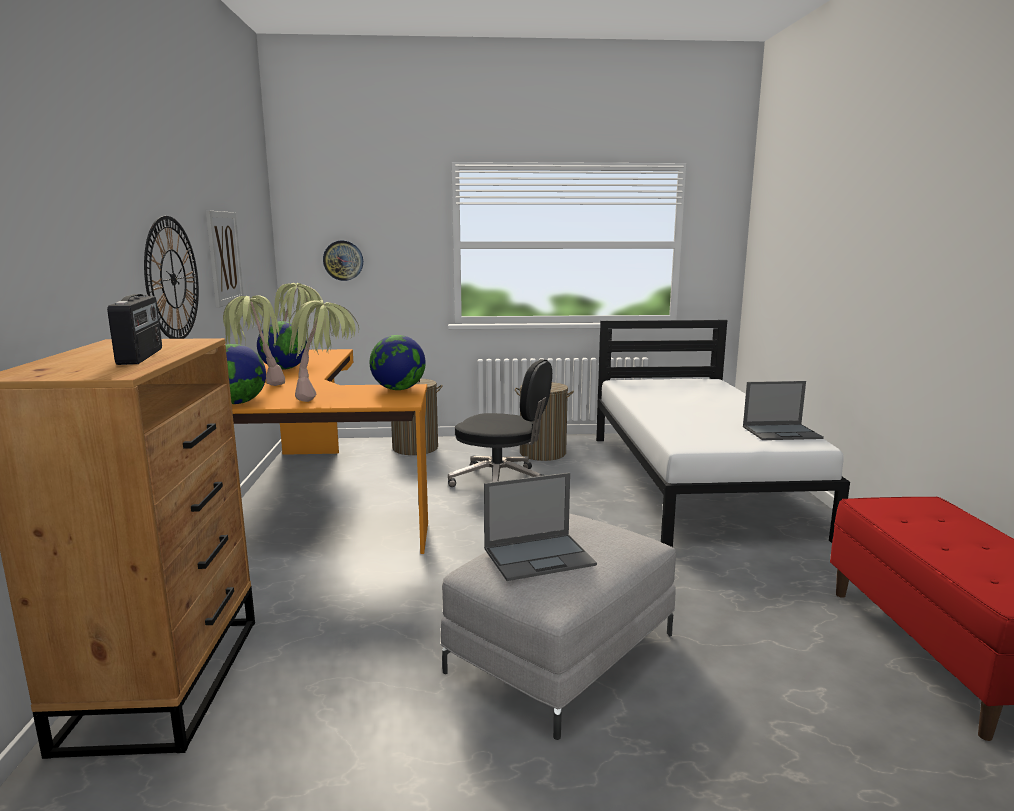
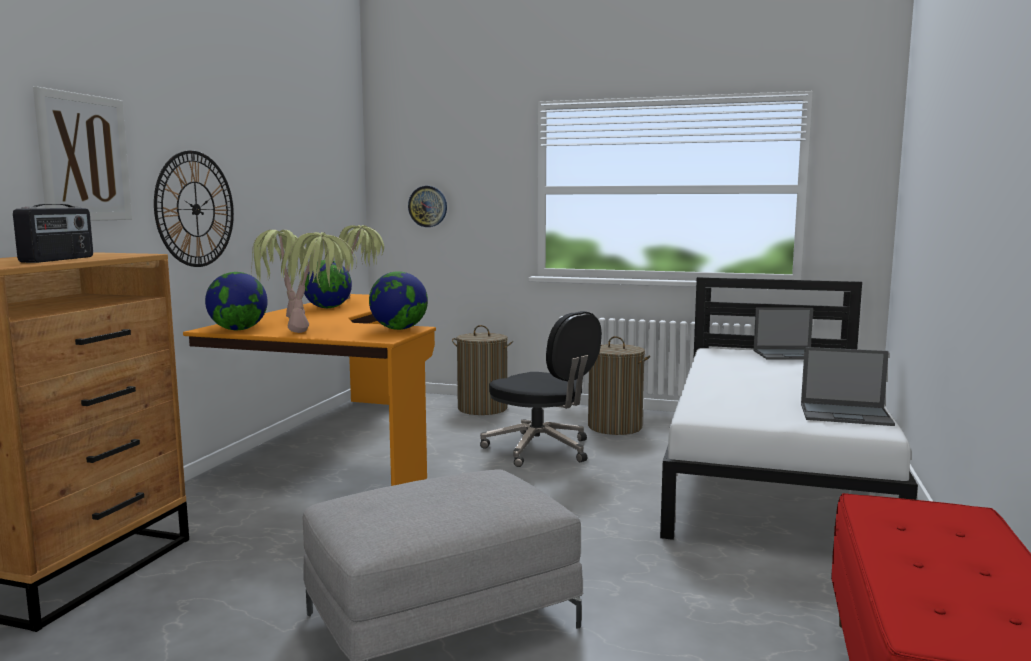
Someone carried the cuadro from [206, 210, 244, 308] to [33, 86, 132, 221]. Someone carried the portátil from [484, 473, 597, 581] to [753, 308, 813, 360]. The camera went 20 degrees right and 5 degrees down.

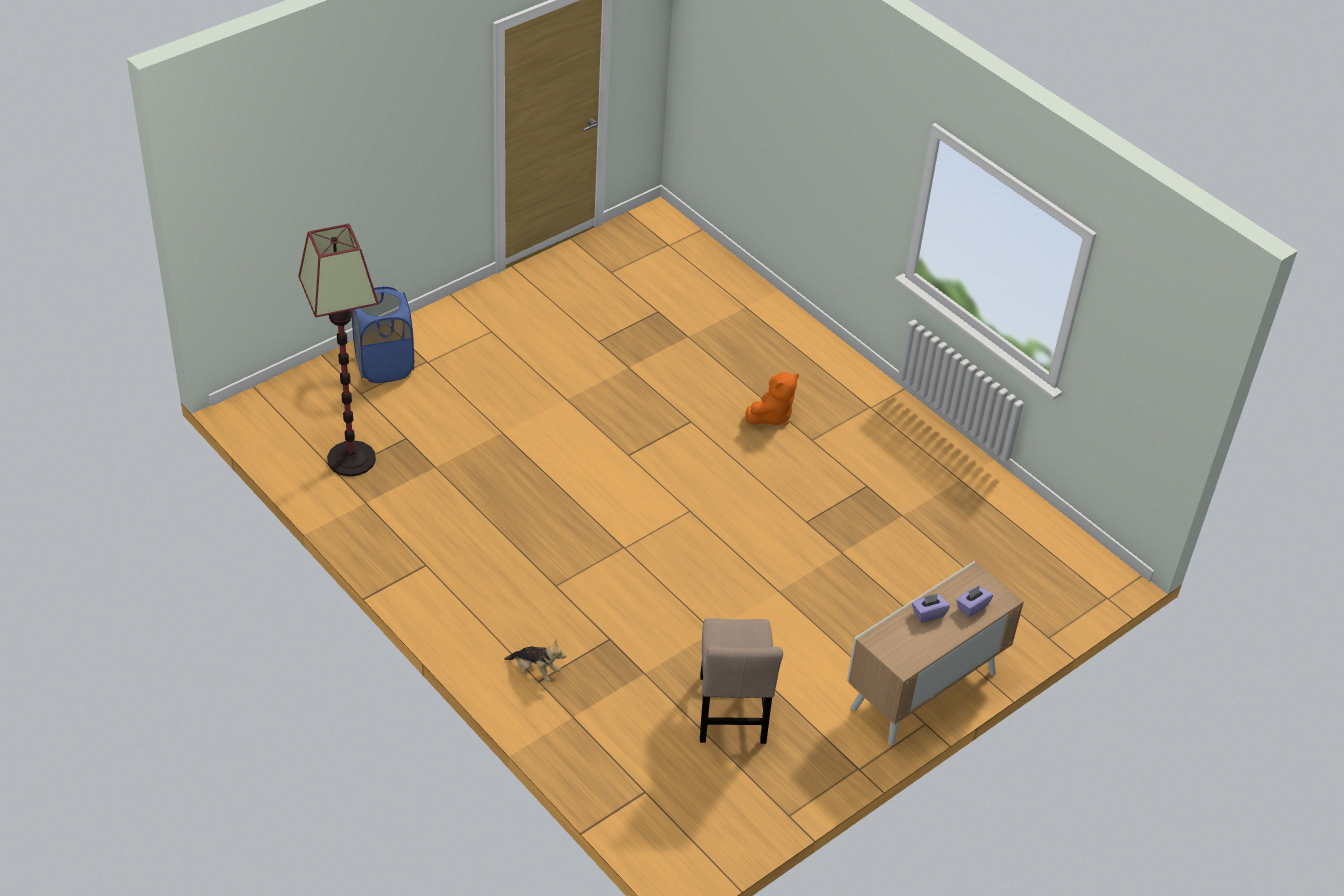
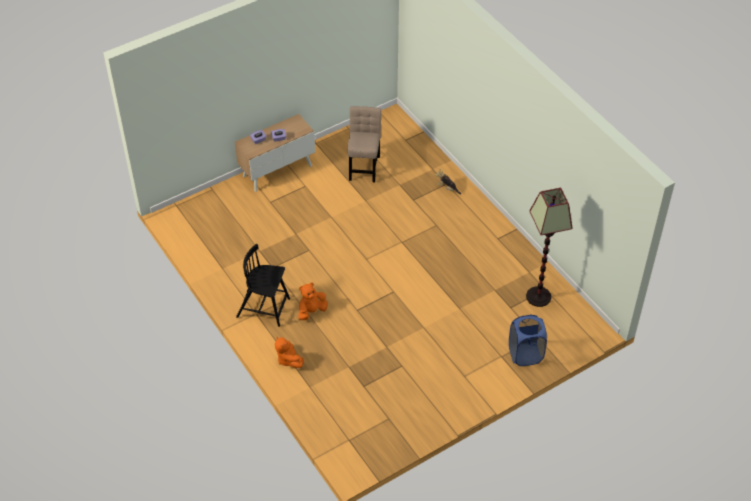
Someone put down the silla (negro) at [236, 244, 290, 327]. Someone put down the peluche (naranja) at [275, 337, 304, 368]. The camera went 170 degrees left and 5 degrees up.

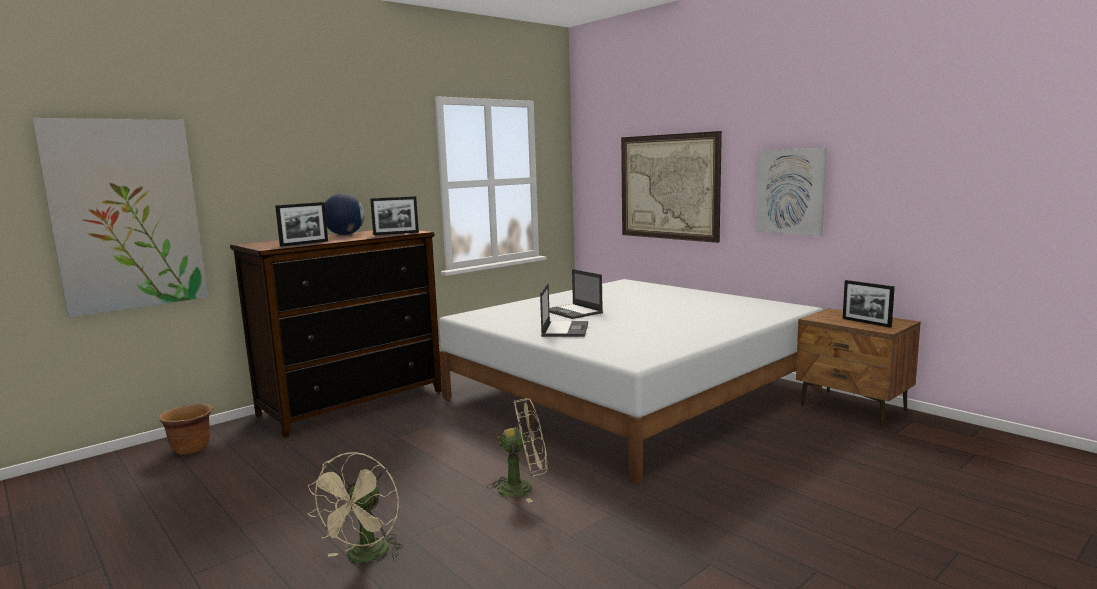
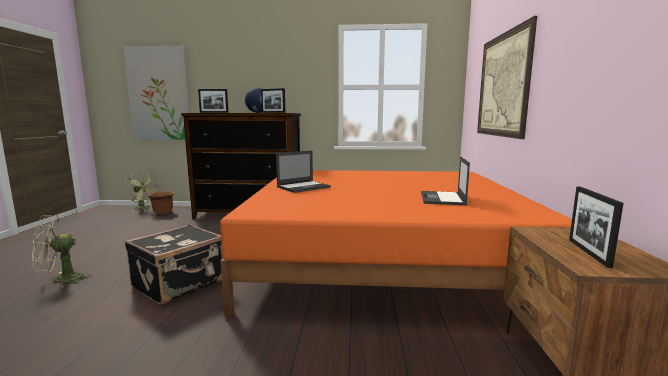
Someone took away the cuadro at [756, 148, 827, 236]. Someone carried the portátil from [549, 269, 603, 319] to [421, 157, 470, 205]. Someone repainted the cama (blanco) at [439, 279, 823, 483], which became the cama (naranja) at [220, 170, 572, 317]. Someone swapped the ventilador (beis) at [487, 398, 547, 503] for the maleta (negro) at [125, 224, 223, 305]. Someone put down the ventilador (verde) at [125, 172, 160, 212]. The camera went 45 degrees right and 0 degrees up.

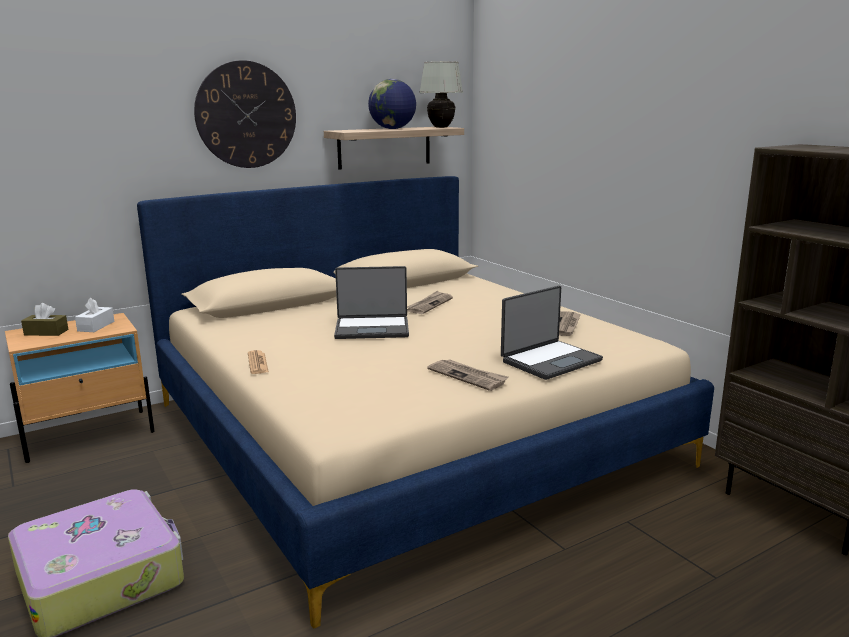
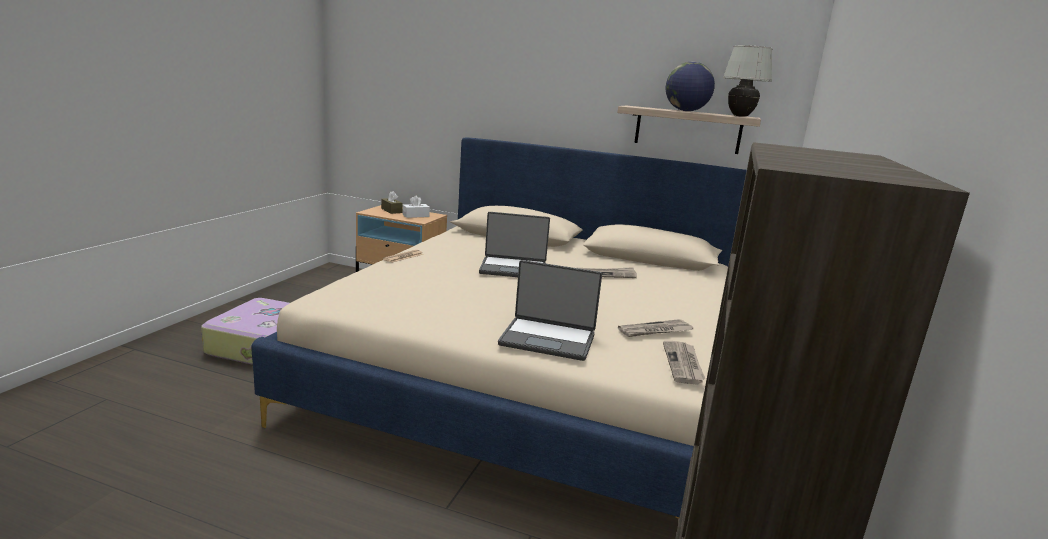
Someone took away the reloj de pared at [194, 60, 296, 168]. Someone rotated the portátil at [334, 266, 409, 339] by 45 degrees counterclockwise. Someone carried the periódico from [427, 359, 508, 391] to [663, 341, 705, 385]. The camera went 50 degrees right and 0 degrees up.

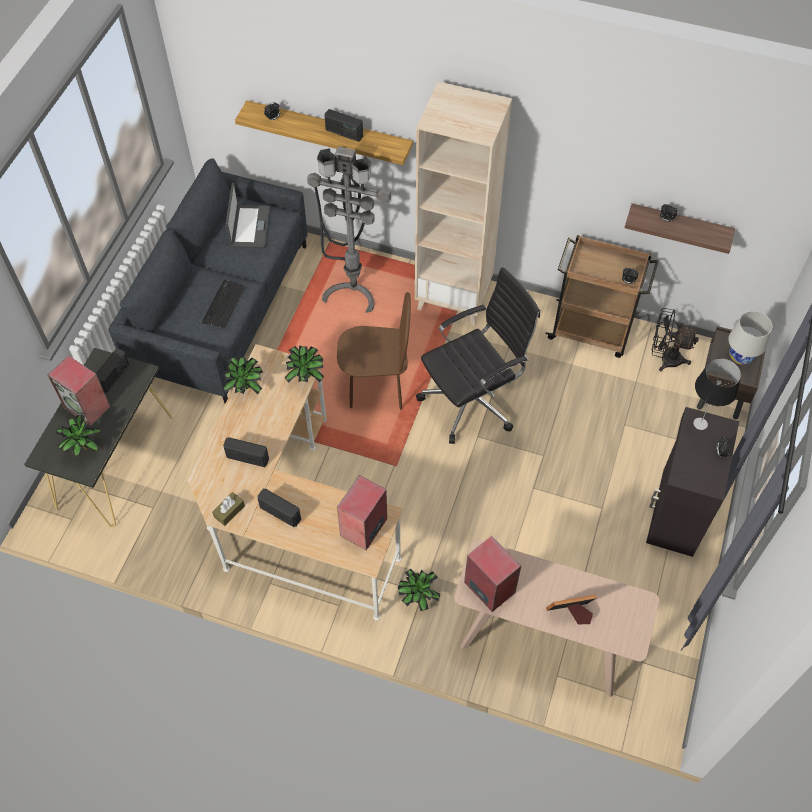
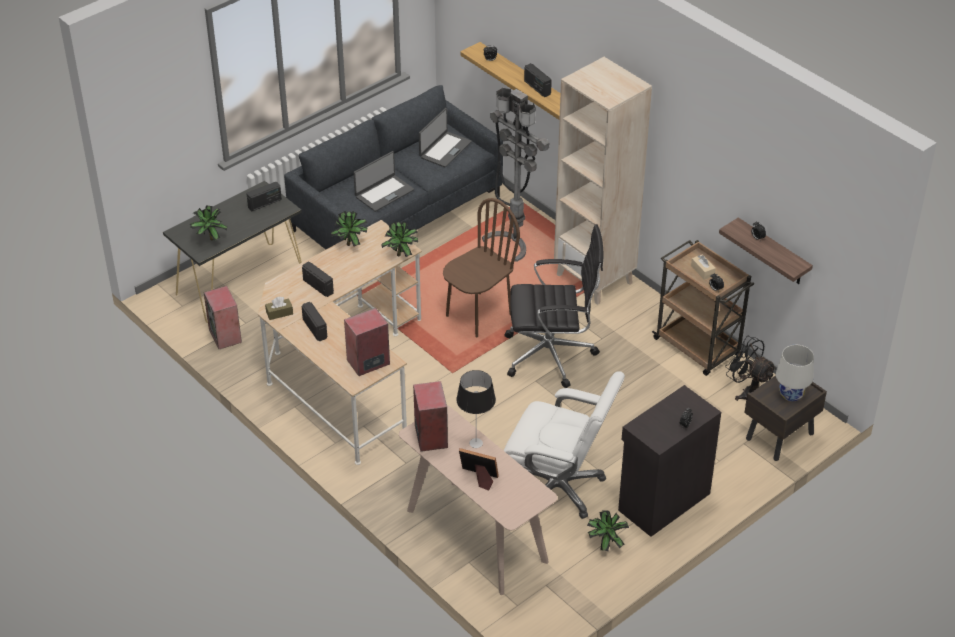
Someone swapped the teclado at [202, 280, 245, 328] for the portátil at [353, 151, 414, 212]. Someone rotated the silla (marrón) at [337, 292, 411, 410] by 75 degrees counterclockwise. Someone carried the altavoz from [48, 355, 110, 426] to [204, 286, 242, 349]. Someone carried the lámpara de mesa from [693, 358, 741, 430] to [456, 370, 496, 448]. Someone carried the planta en maceta from [398, 569, 440, 611] to [587, 510, 629, 551]. Someone put down the caja de pañuelos (beis) at [691, 254, 716, 280]. Someone put down the silla de oficina (blanco) at [503, 371, 625, 519]. The camera went 30 degrees right and 15 degrees down.

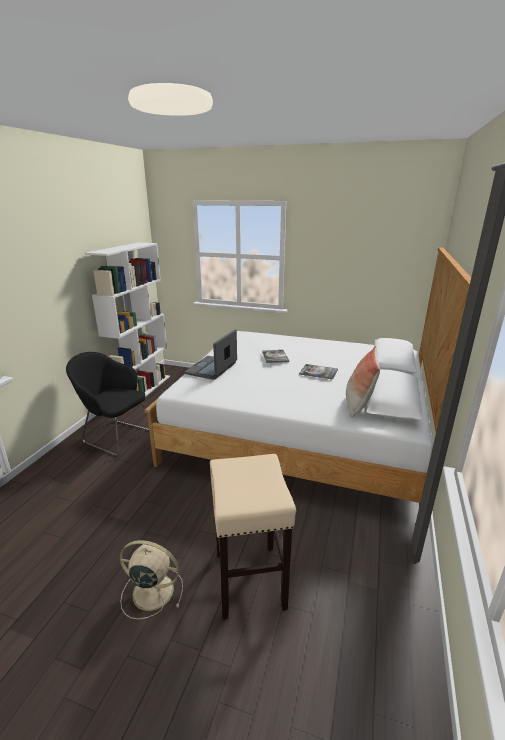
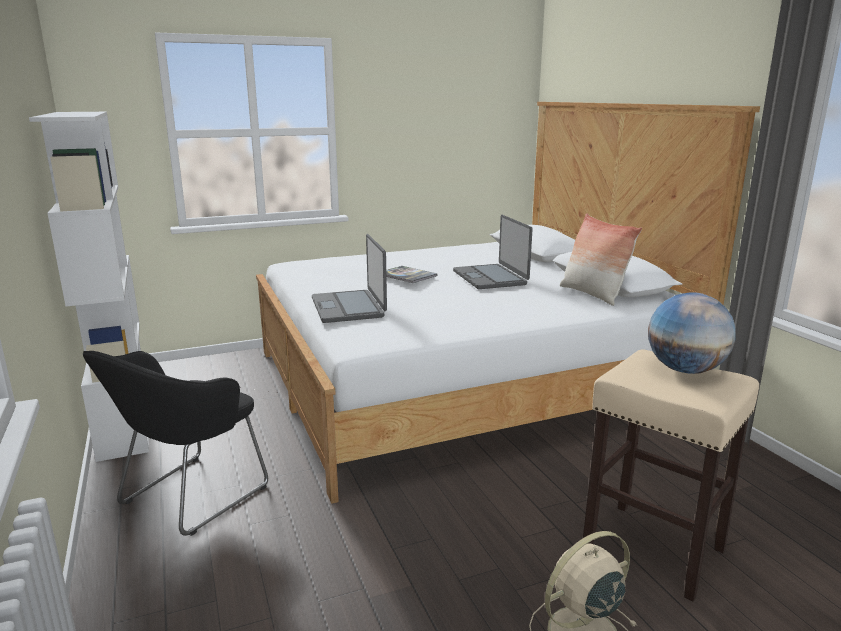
Someone rotated the sillón (negro) at [66, 352, 149, 457] by 45 degrees counterclockwise. Someone swapped the libro at [299, 364, 338, 380] for the portátil at [453, 215, 533, 289]. Someone put down the globo terráqueo at [648, 292, 736, 374]. The camera went 40 degrees left and 5 degrees down.

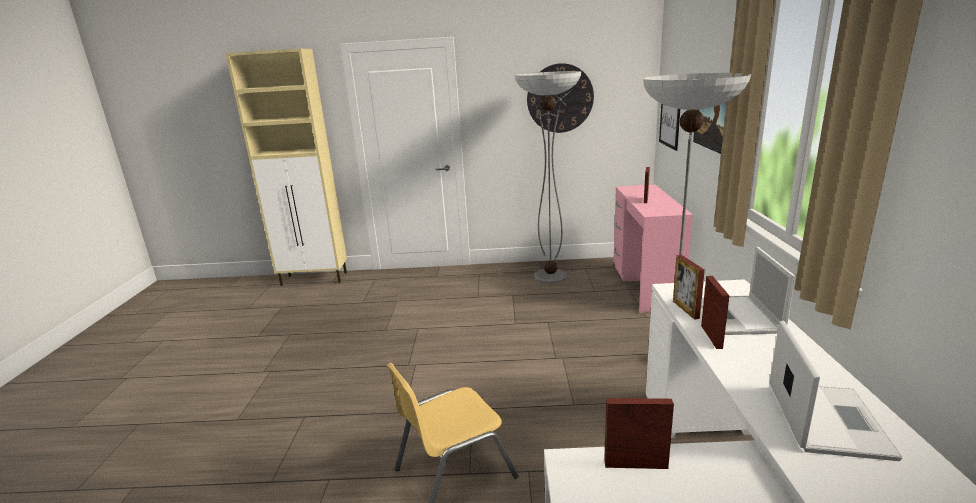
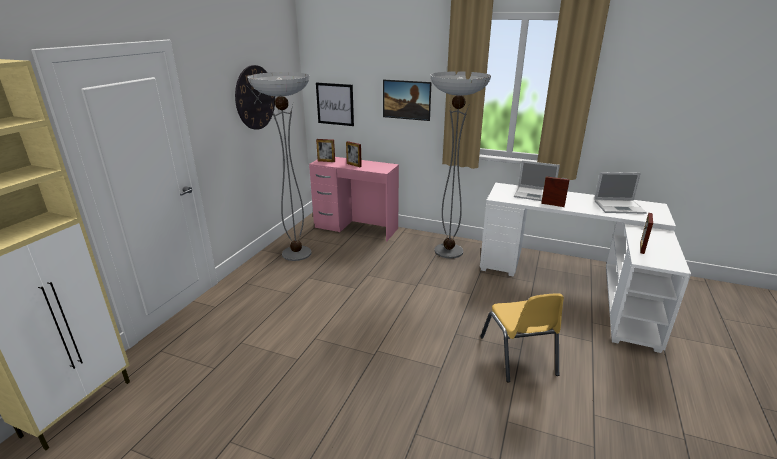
Someone carried the portarretratos from [673, 255, 705, 320] to [316, 139, 335, 162]. Someone rotated the portátil at [769, 321, 903, 461] by 150 degrees clockwise. The camera went 70 degrees left and 5 degrees up.

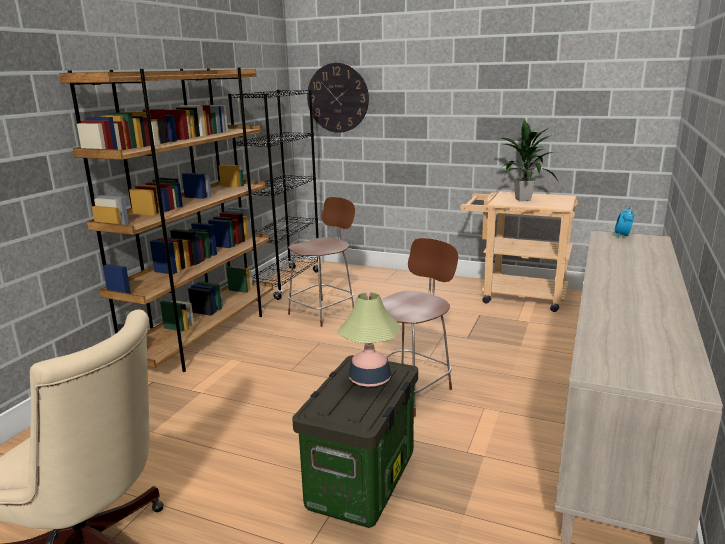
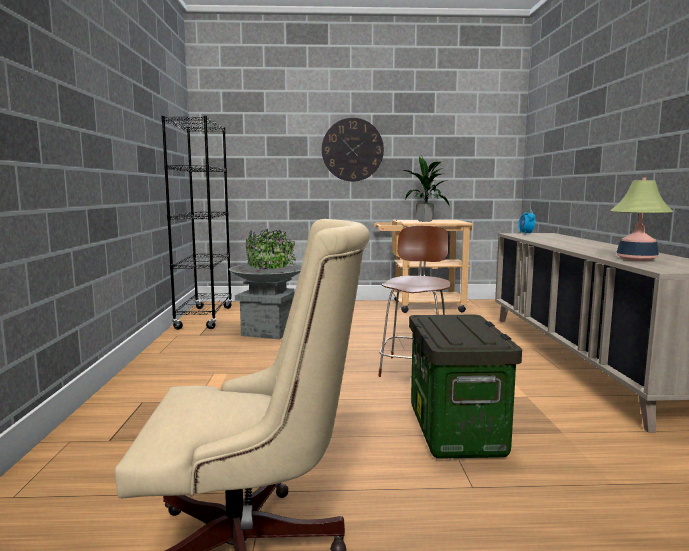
Someone carried the reloj de pared from [307, 63, 369, 133] to [322, 118, 384, 181]. Someone took away the estantería (marrón) at [59, 67, 273, 372]. Someone swapped the silla (marrón) at [288, 197, 355, 327] for the maceta (gris) at [228, 229, 302, 340]. Someone carried the lámpara de mesa from [337, 292, 400, 387] to [610, 177, 673, 261]. The camera went 25 degrees left and 10 degrees down.

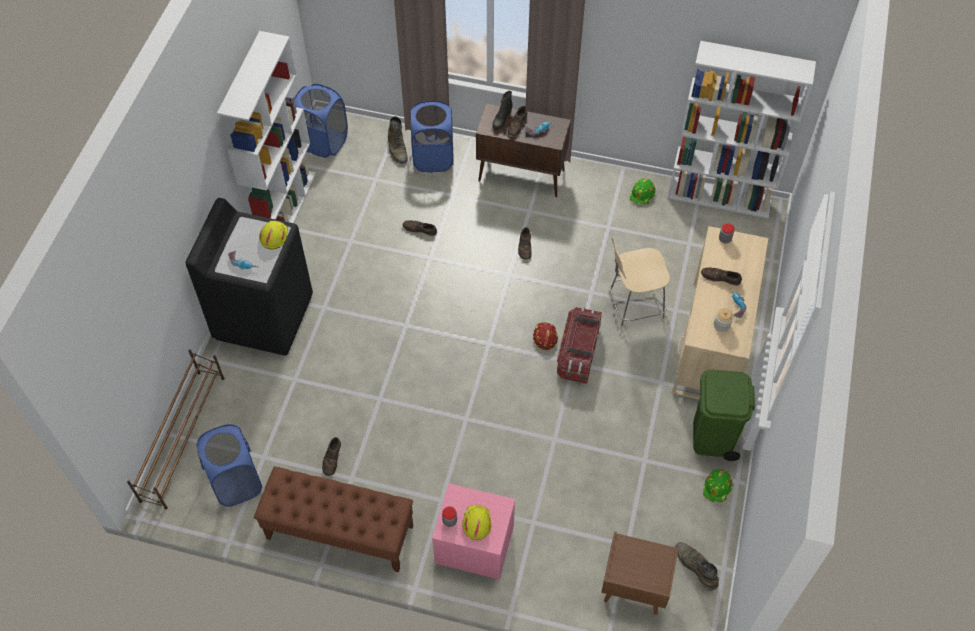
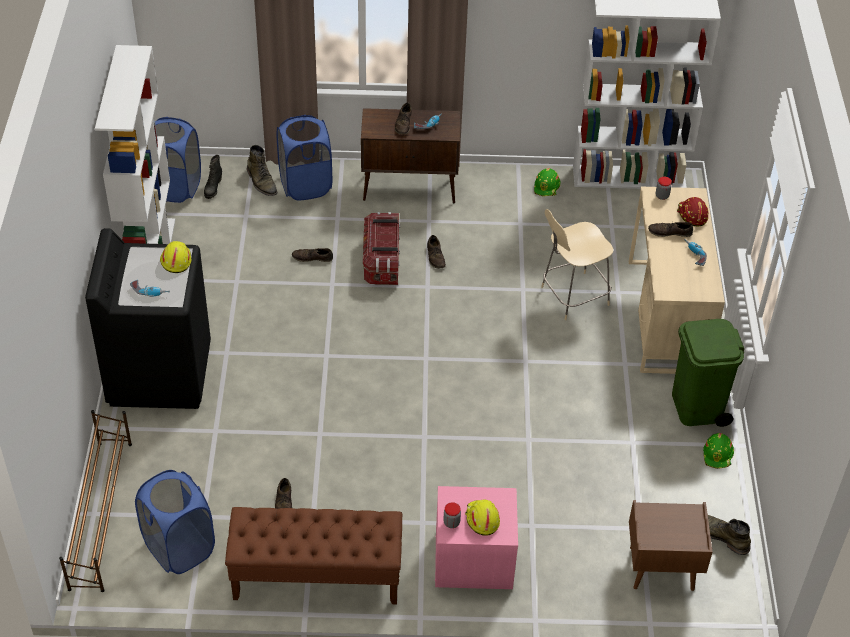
Someone carried the bota (negro) from [492, 91, 513, 131] to [204, 155, 222, 199]. Someone carried the caja de almacenaje from [557, 307, 602, 384] to [363, 212, 400, 285]. Someone took away the tarro at [713, 308, 733, 332]. Someone carried the casco (rojo) from [533, 322, 558, 350] to [677, 197, 708, 226]. The camera went 15 degrees left and 10 degrees down.

